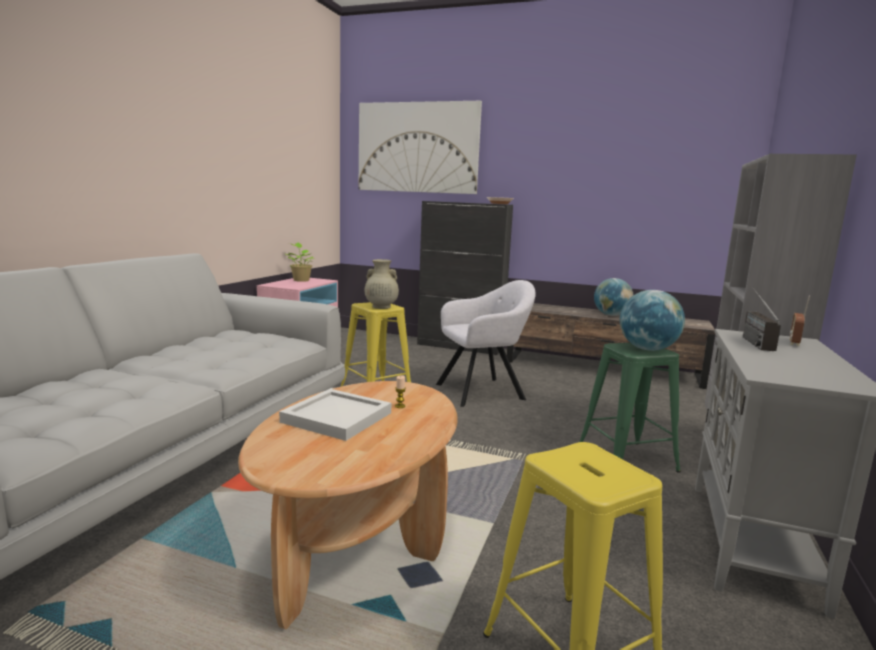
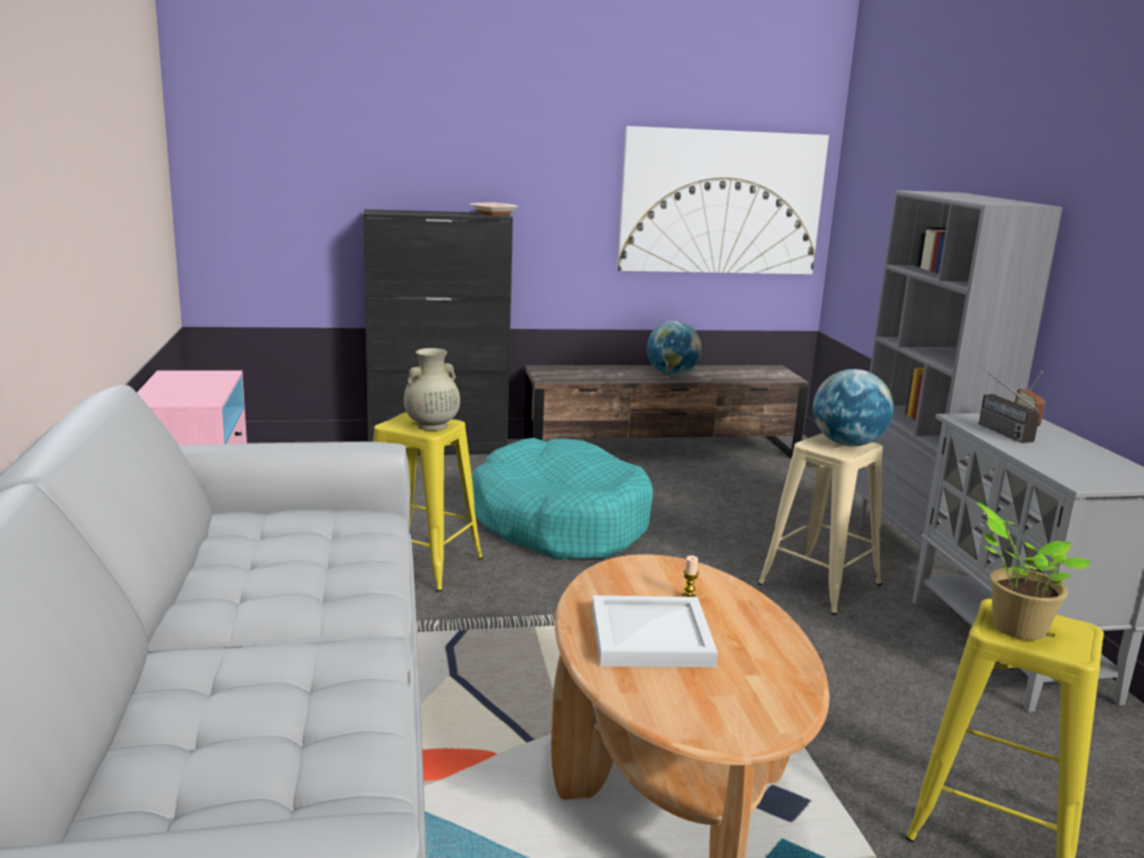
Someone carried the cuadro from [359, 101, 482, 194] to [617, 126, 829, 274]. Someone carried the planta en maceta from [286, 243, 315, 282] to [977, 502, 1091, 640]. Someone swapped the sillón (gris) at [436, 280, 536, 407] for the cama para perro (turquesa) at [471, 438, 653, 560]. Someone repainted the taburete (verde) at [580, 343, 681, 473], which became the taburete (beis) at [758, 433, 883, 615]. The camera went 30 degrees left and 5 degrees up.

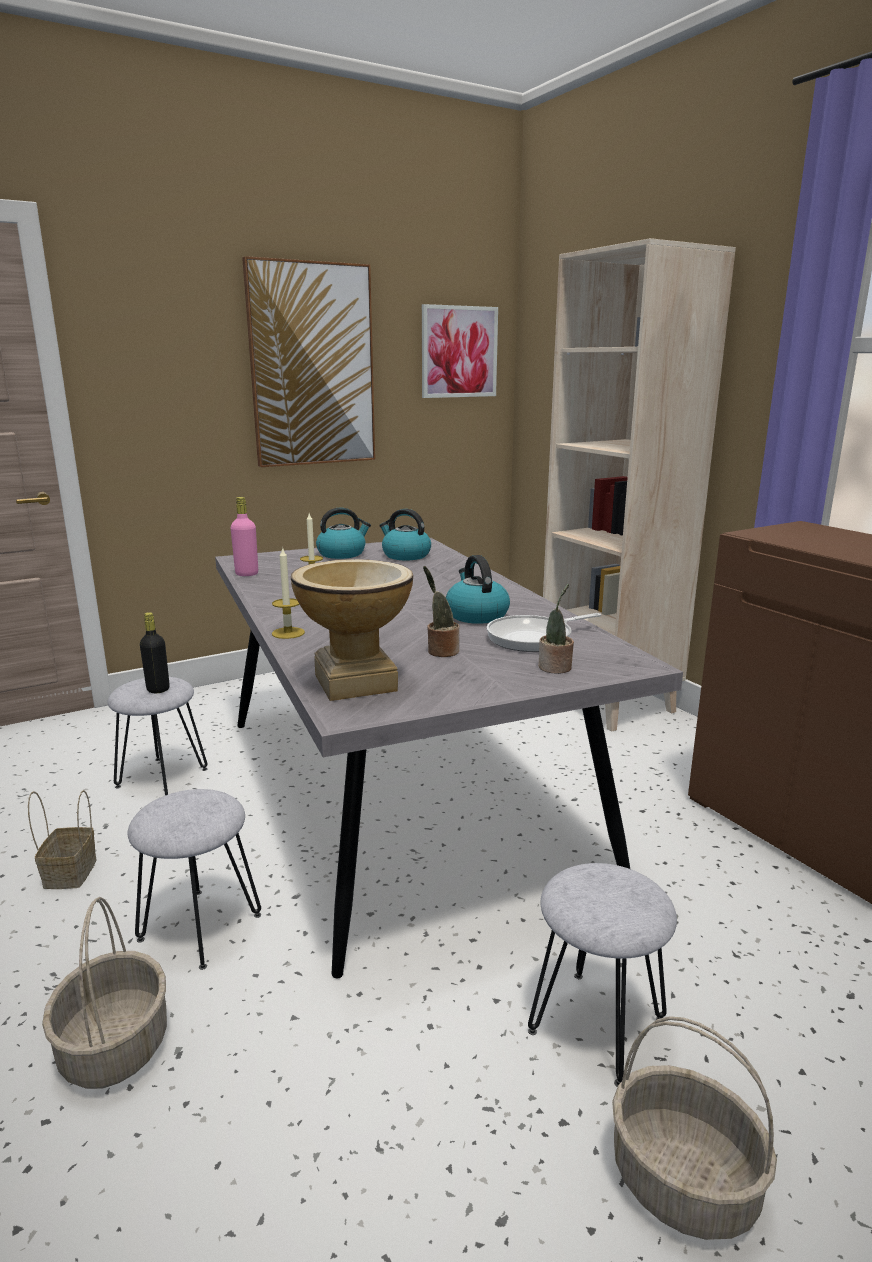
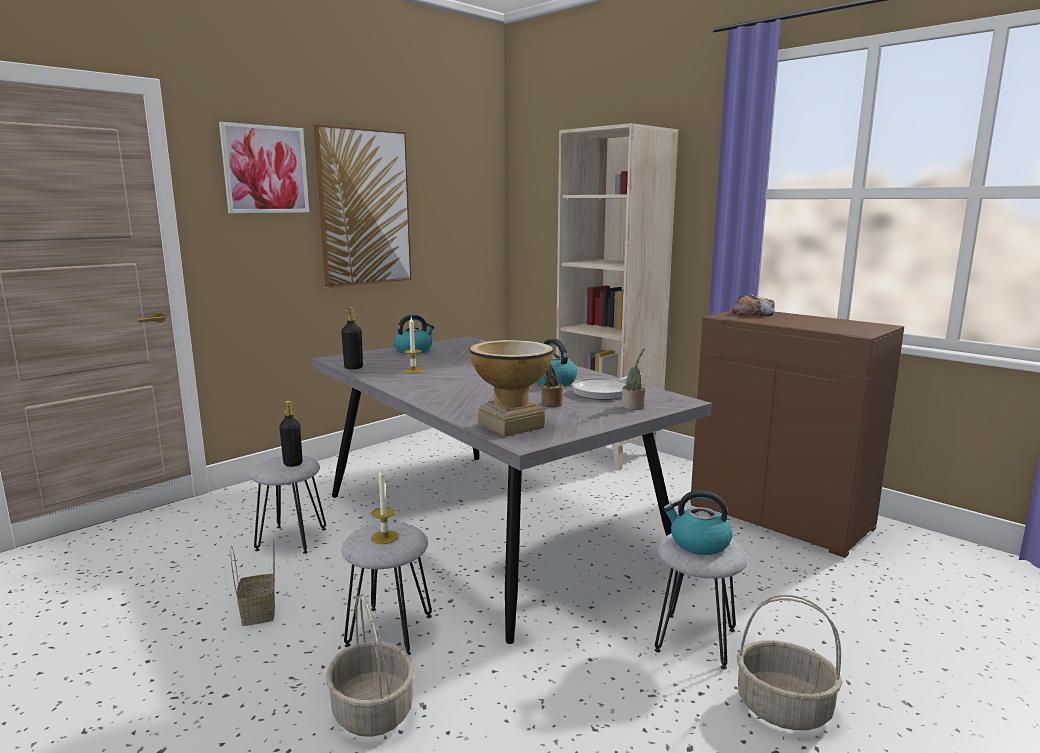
Someone carried the cuadro from [422, 304, 498, 398] to [219, 122, 309, 213]. Someone repainted the botella (rosa) at [231, 497, 258, 576], which became the botella (negro) at [341, 307, 363, 369]. Someone carried the hervidor from [379, 509, 431, 560] to [663, 490, 733, 555]. Someone carried the vela from [272, 547, 305, 639] to [371, 469, 399, 544]. Someone put down the pan at [732, 294, 775, 316]. The camera went 15 degrees left and 5 degrees down.

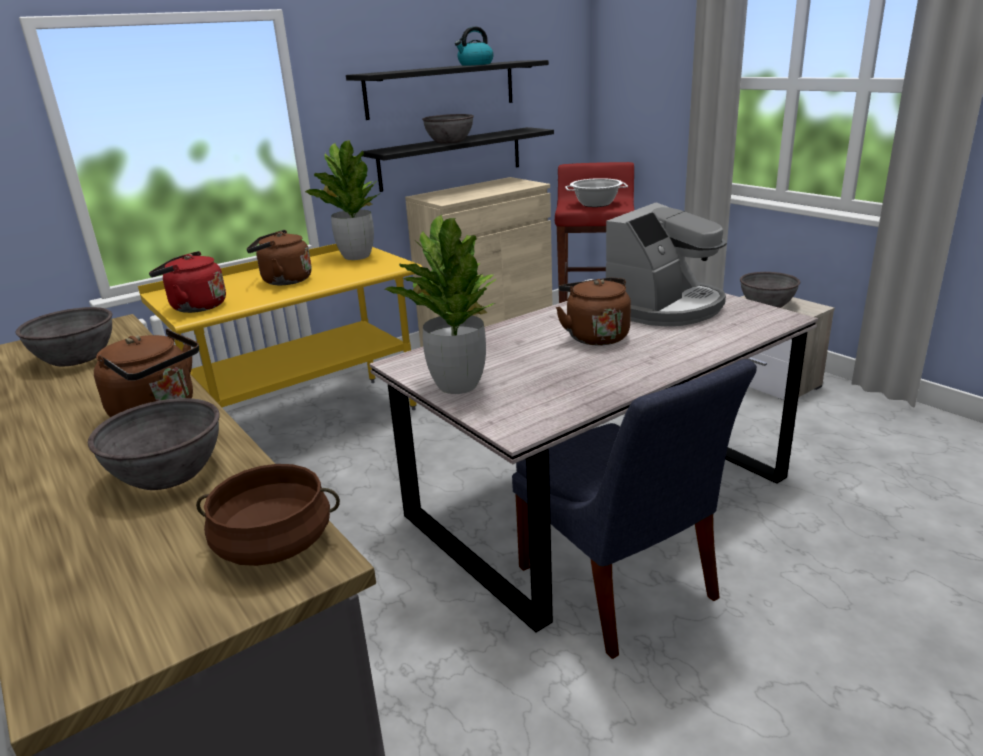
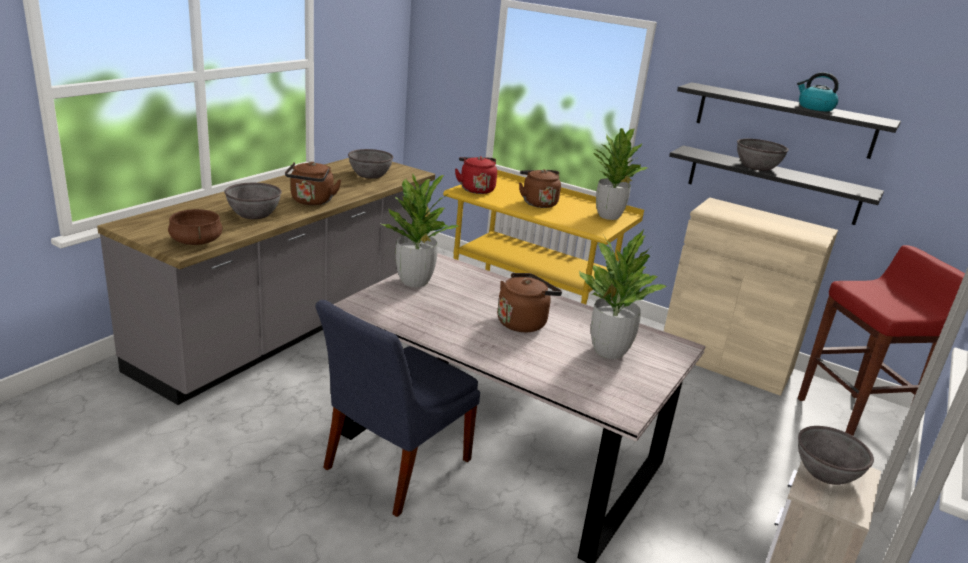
Someone took away the olla at [565, 178, 628, 207]. Someone swapped the cafetera at [606, 202, 727, 326] for the planta en maceta at [579, 229, 667, 359]. The camera went 65 degrees right and 0 degrees up.

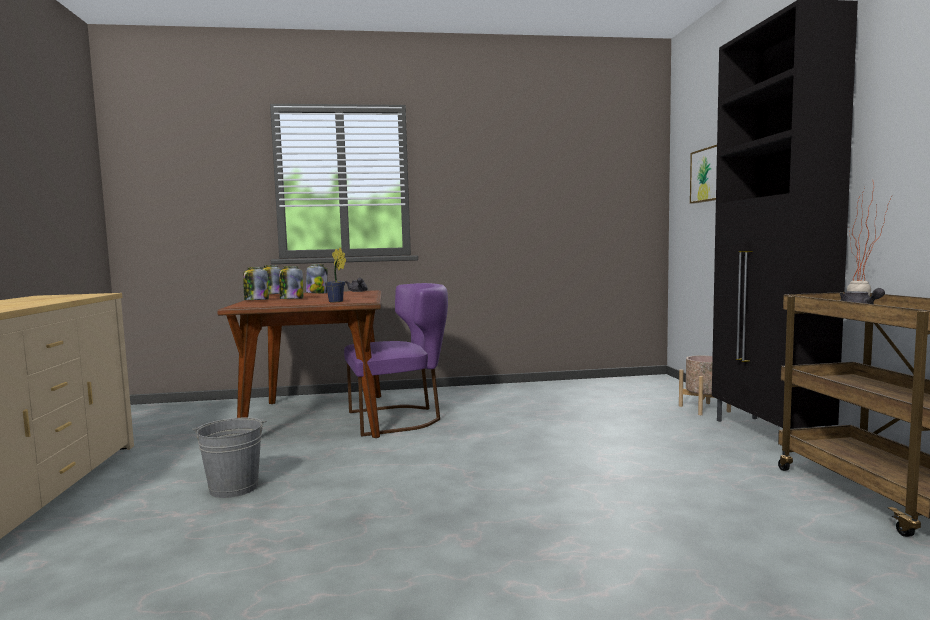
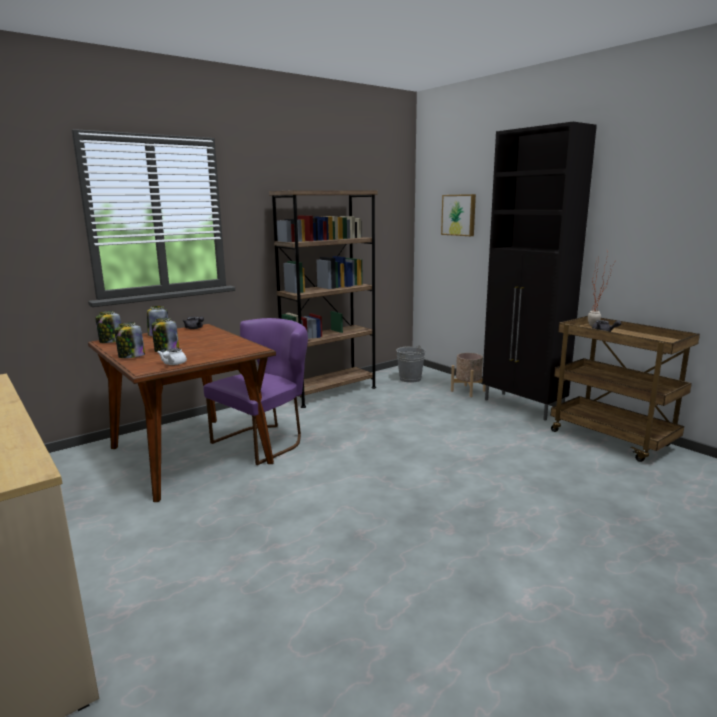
Someone took away the planta en maceta at [325, 247, 346, 302]. Someone carried the cubo (gris) from [192, 418, 266, 498] to [396, 345, 425, 383]. Someone put down the estantería (marrón) at [269, 190, 378, 408]. Someone put down the tetera (blanco) at [157, 348, 187, 365]. The camera went 30 degrees left and 10 degrees up.

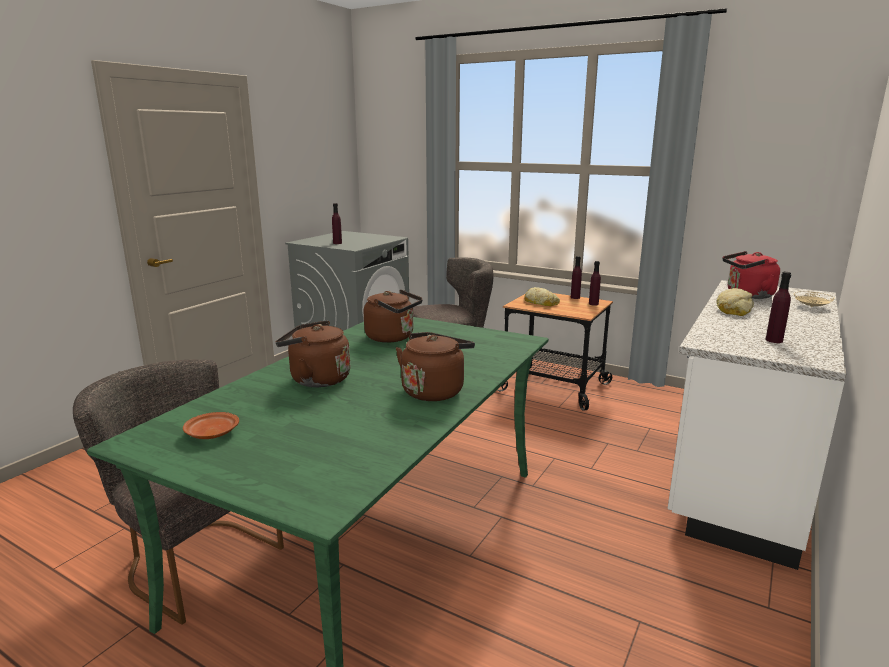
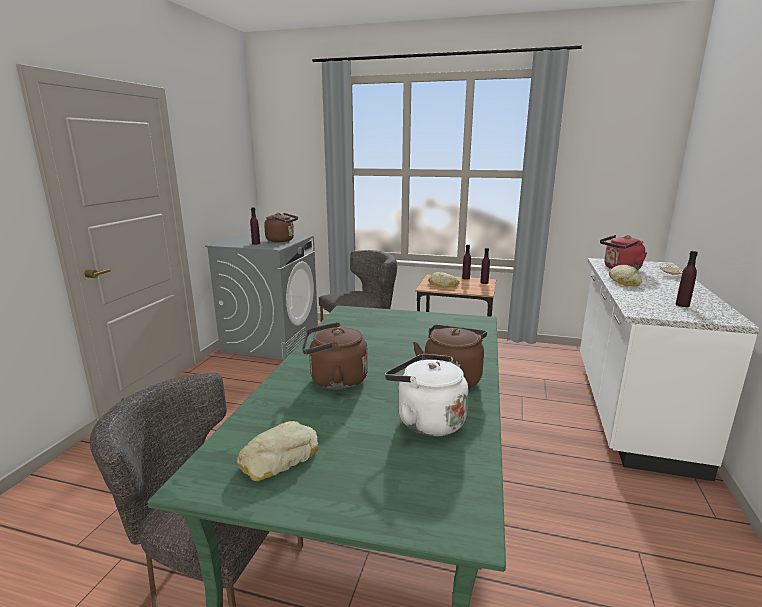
Someone carried the hervidor (marrón) from [364, 289, 423, 343] to [264, 213, 298, 242]. Someone swapped the plato (marrón) at [183, 412, 239, 439] for the pan at [237, 421, 318, 481]. Someone put down the hervidor (blanco) at [385, 354, 468, 437]. The camera went 15 degrees left and 0 degrees up.

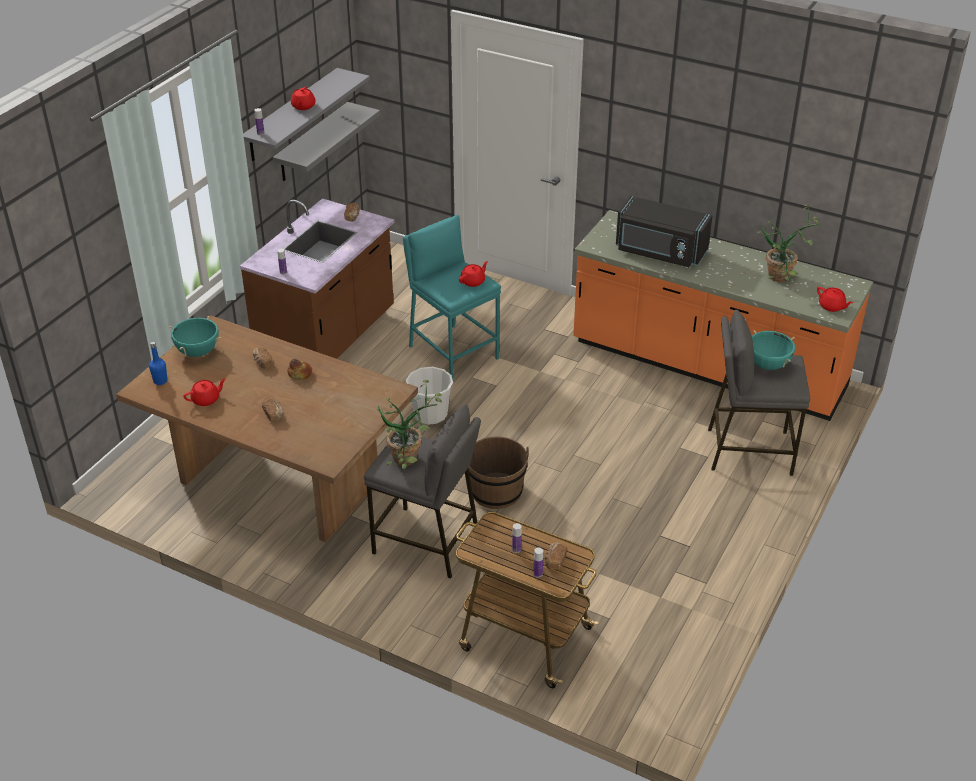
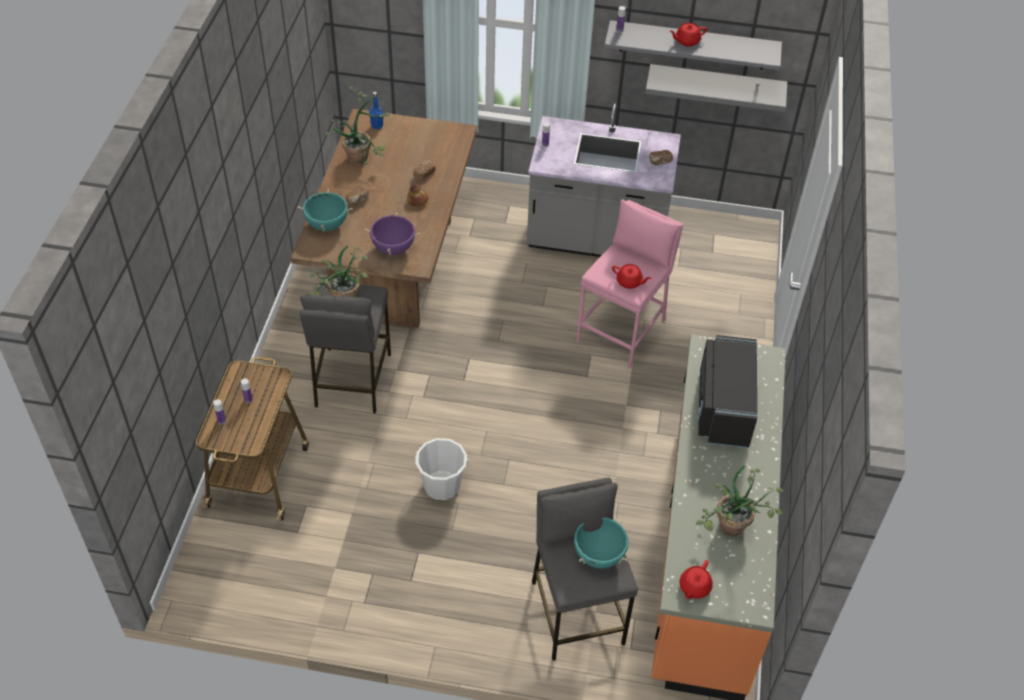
Someone repainted the mueble bajo de cocina (marrón) at [240, 198, 394, 359], which became the mueble bajo de cocina (gris) at [527, 103, 681, 257]. Someone repainted the taburete (turquesa) at [403, 215, 501, 379], which became the taburete (rosa) at [576, 199, 683, 368]. Someone carried the olla (turquesa) from [169, 316, 221, 357] to [297, 189, 353, 231]. Someone carried the cubo (blanco) from [406, 367, 453, 425] to [415, 438, 468, 500]. Someone swapped the tetera (rojo) at [183, 378, 226, 406] for the planta en maceta at [325, 87, 390, 165]. Someone took away the cubo (marrón) at [468, 436, 529, 509]. Someone took away the pan at [545, 543, 567, 570]. Someone put down the olla (morado) at [365, 212, 420, 255]. The camera went 70 degrees right and 10 degrees up.

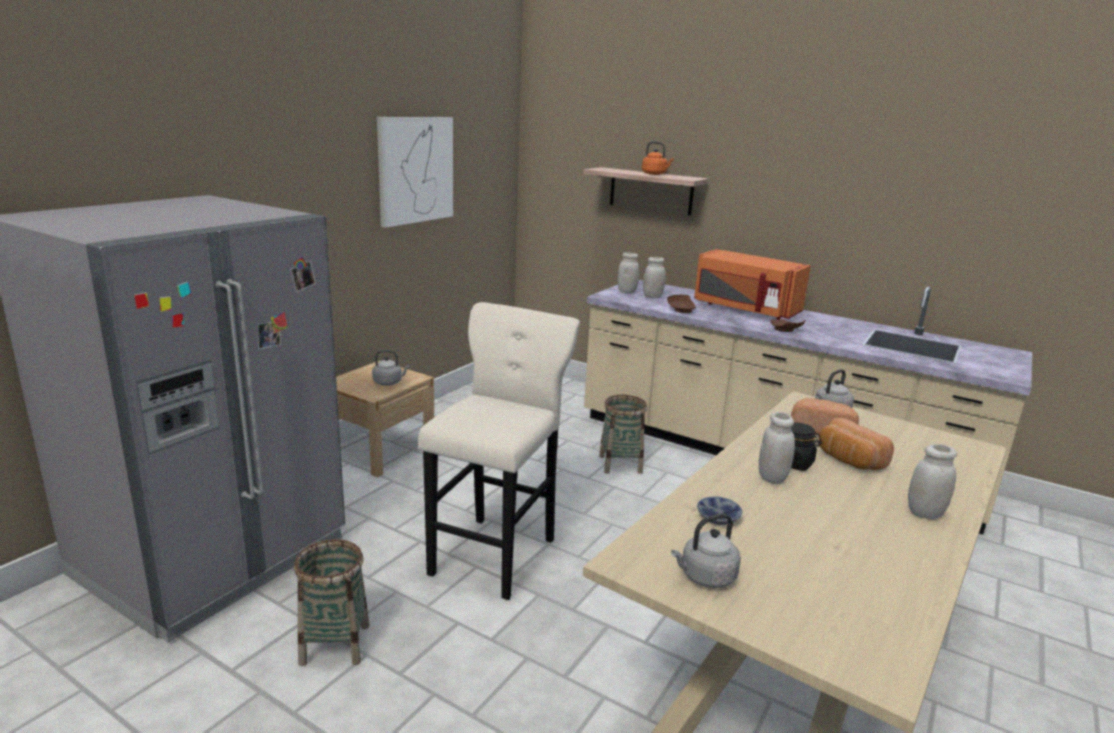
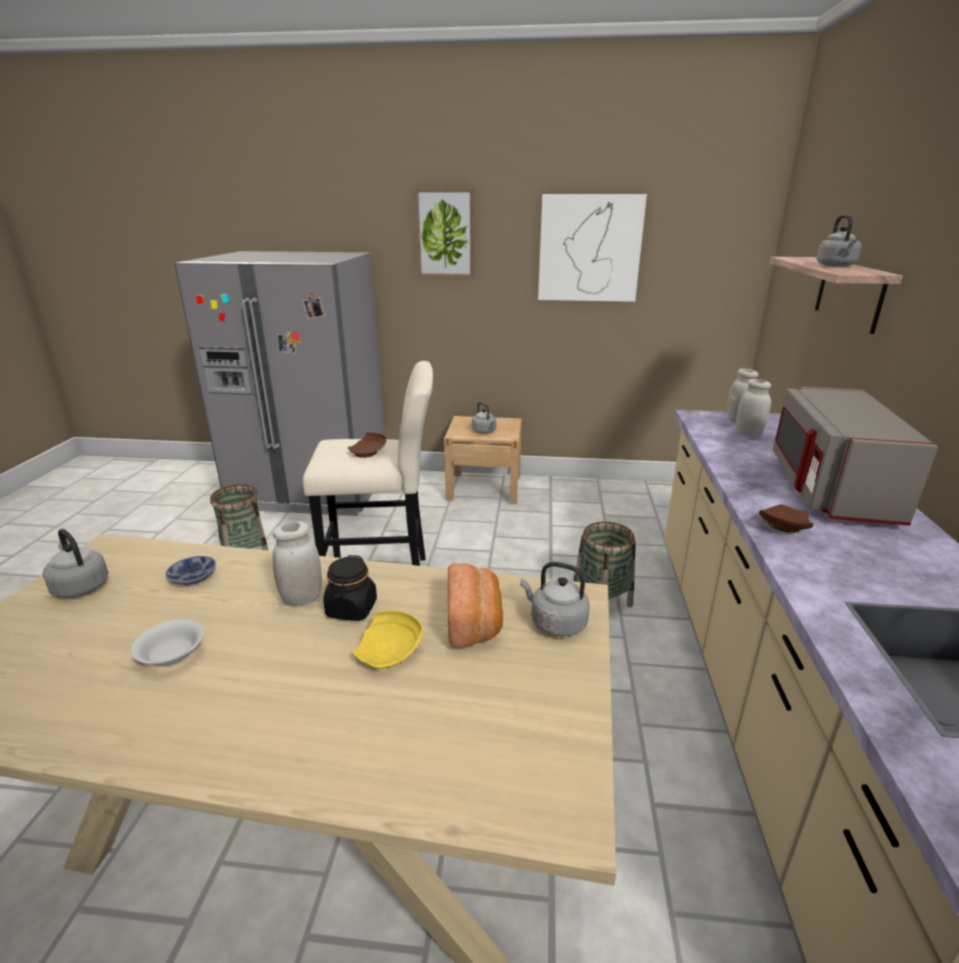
Someone repainted the hervidor (naranja) at [642, 141, 674, 175], which became the hervidor (gris) at [816, 215, 861, 267]. Someone repainted the microondas (naranja) at [694, 249, 811, 319], which became the microondas (gris) at [773, 387, 938, 526]. Someone carried the plato (marrón) from [667, 295, 696, 313] to [348, 433, 387, 458]. Someone swapped the pan at [819, 418, 894, 470] for the plato (amarillo) at [353, 610, 423, 669]. Someone took away the tarro (blanco) at [908, 444, 957, 519]. Someone put up the cuadro at [415, 189, 474, 277]. Someone put down the cuenco (blanco) at [131, 619, 204, 666]. The camera went 65 degrees right and 5 degrees up.

